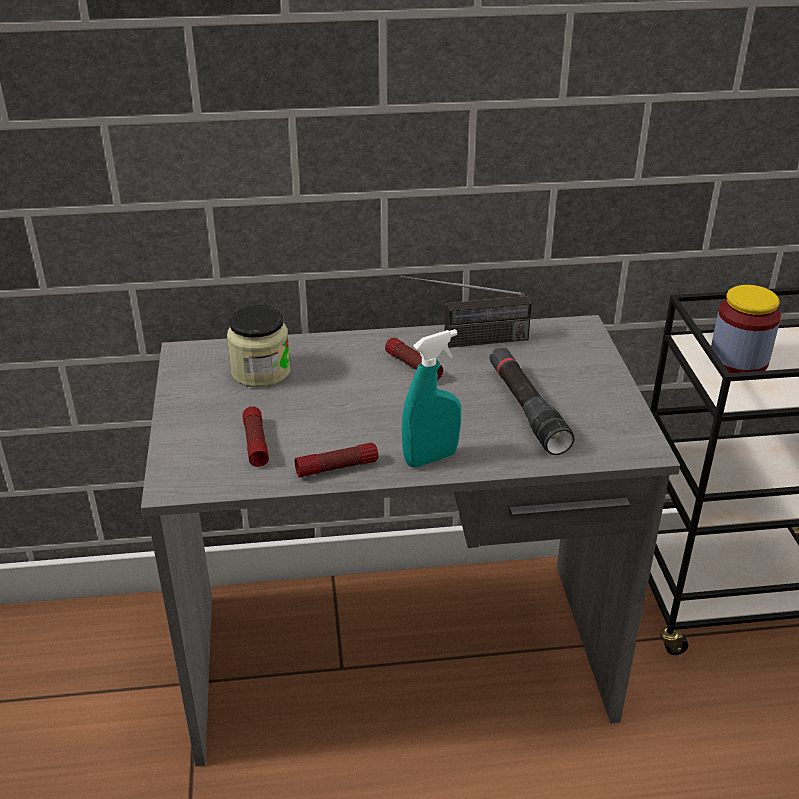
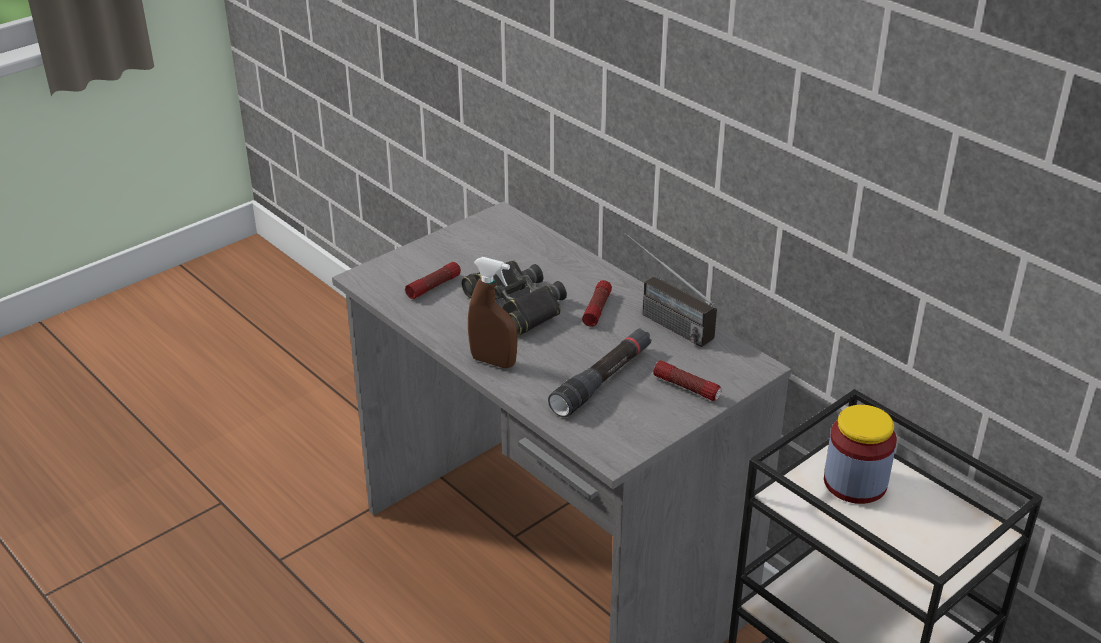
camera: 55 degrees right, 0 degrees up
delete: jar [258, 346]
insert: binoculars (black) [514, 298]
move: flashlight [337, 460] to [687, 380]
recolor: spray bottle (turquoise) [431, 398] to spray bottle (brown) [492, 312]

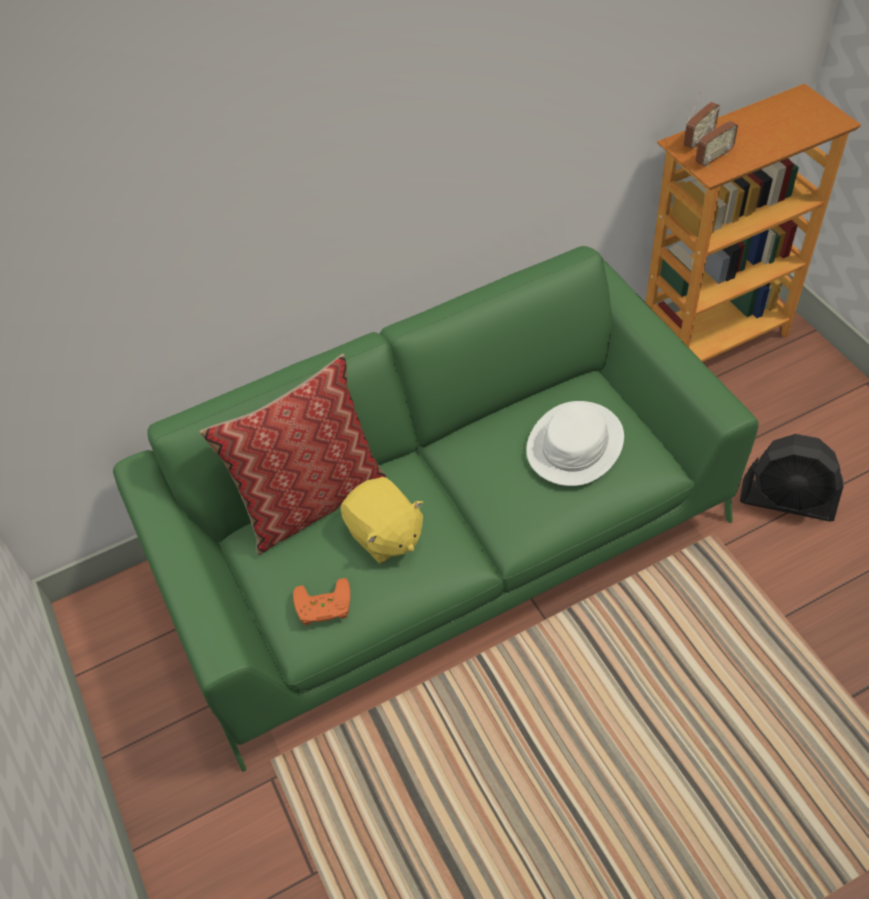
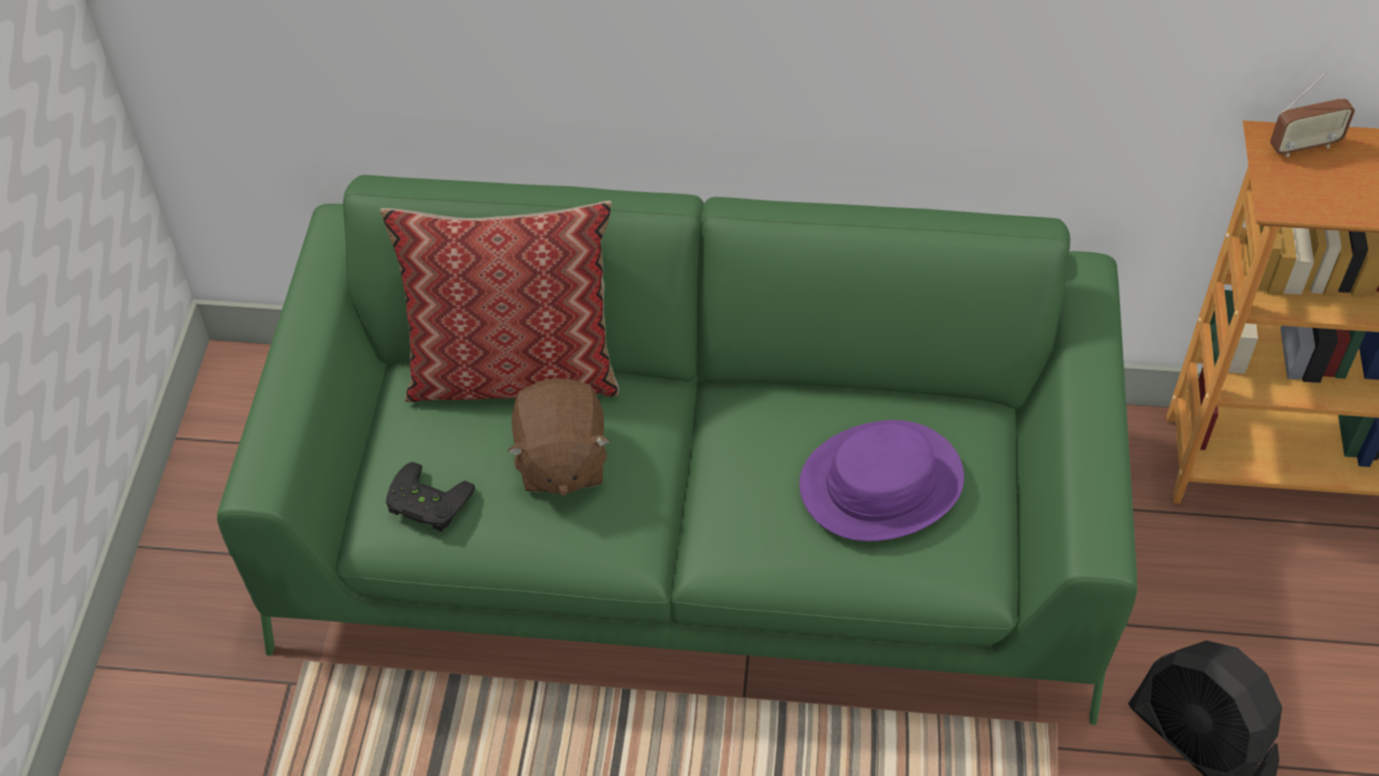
camera: 30 degrees right, 0 degrees up
delete: radio [717, 136]
recolor: game controller (orange) [321, 601] to game controller (black) [430, 497]; plush toy (yellow) [382, 520] to plush toy (brown) [559, 437]; hat (white) [575, 443] to hat (purple) [881, 480]

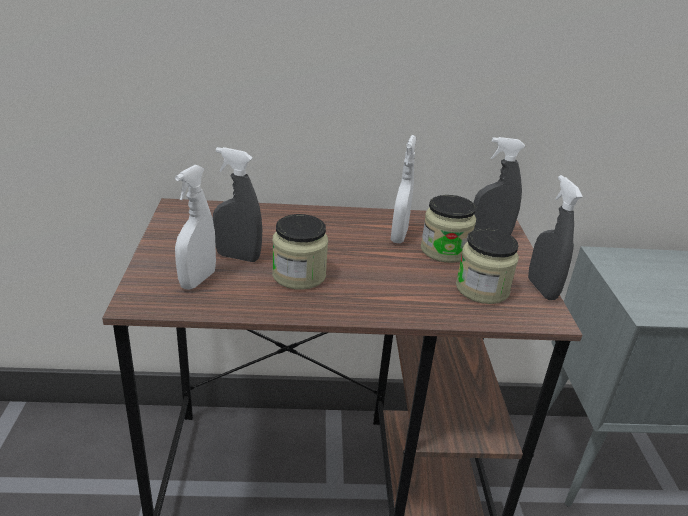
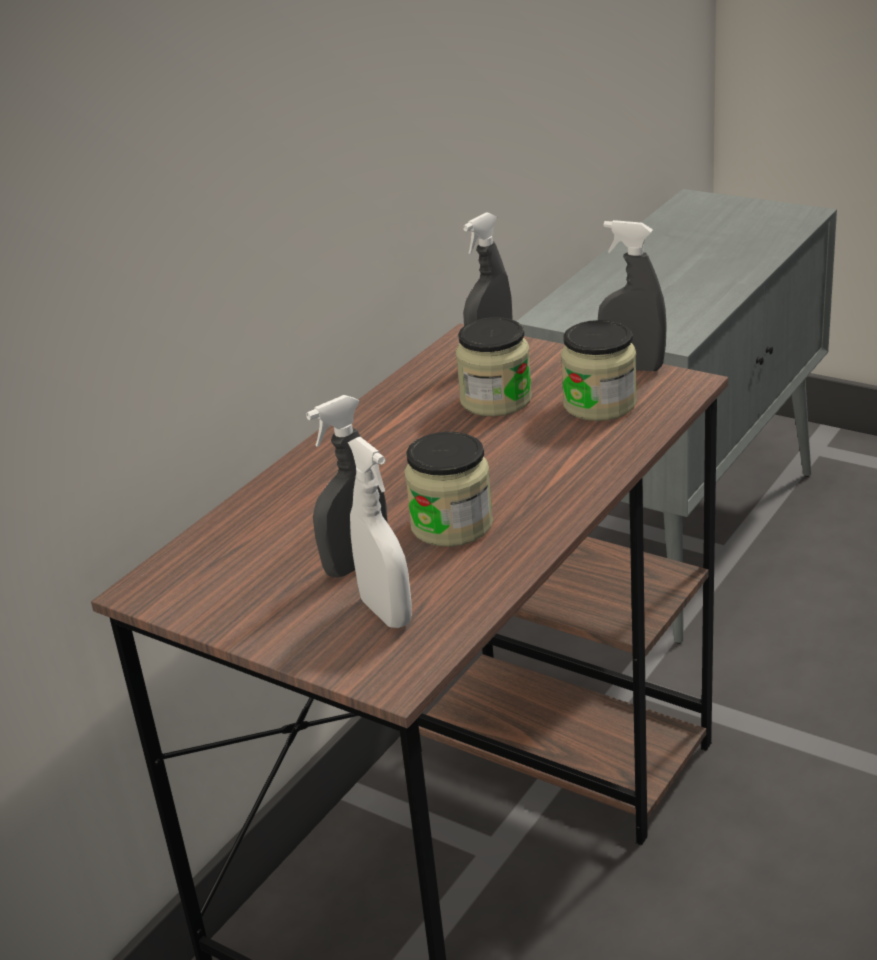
camera: 50 degrees left, 0 degrees up
delete: spray bottle (white) [404, 189]

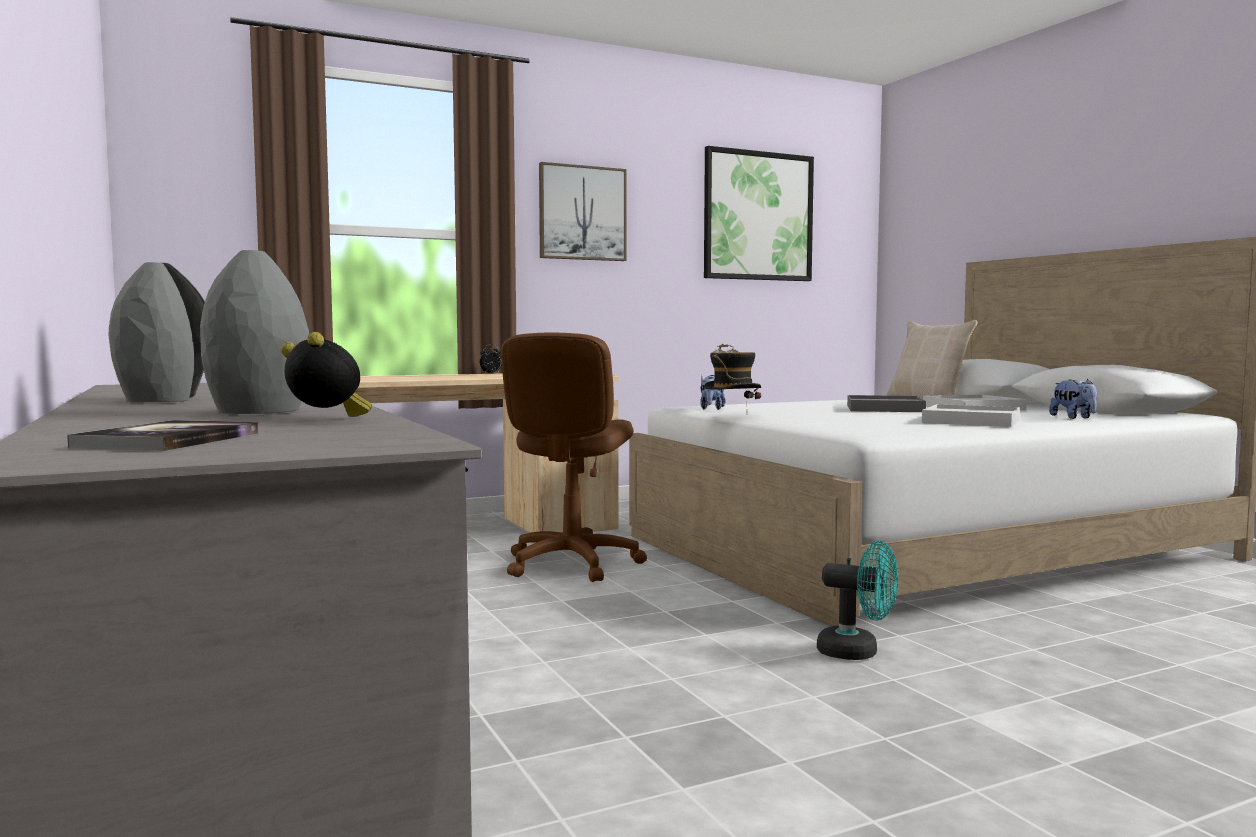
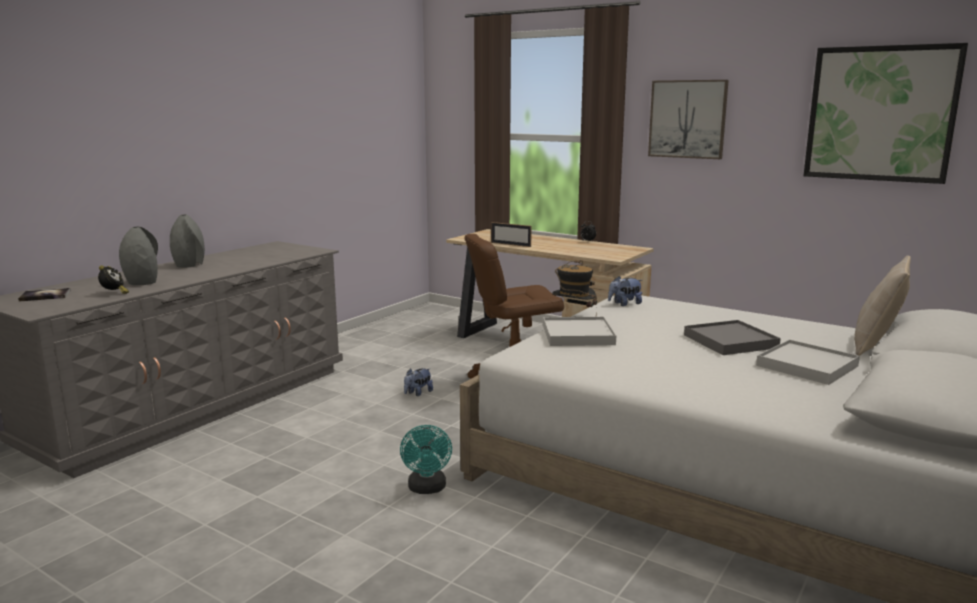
camera: 60 degrees right, 10 degrees up
insert: picture frame [511, 234]
move: tray (white) [971, 415] to [579, 331]; plush toy [1073, 399] to [418, 382]

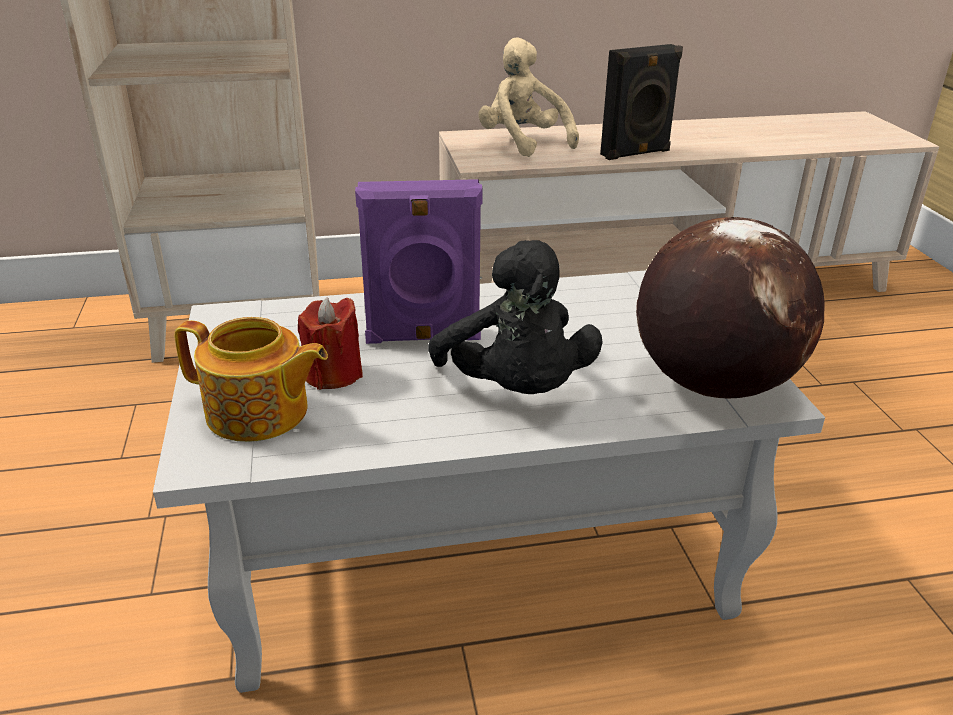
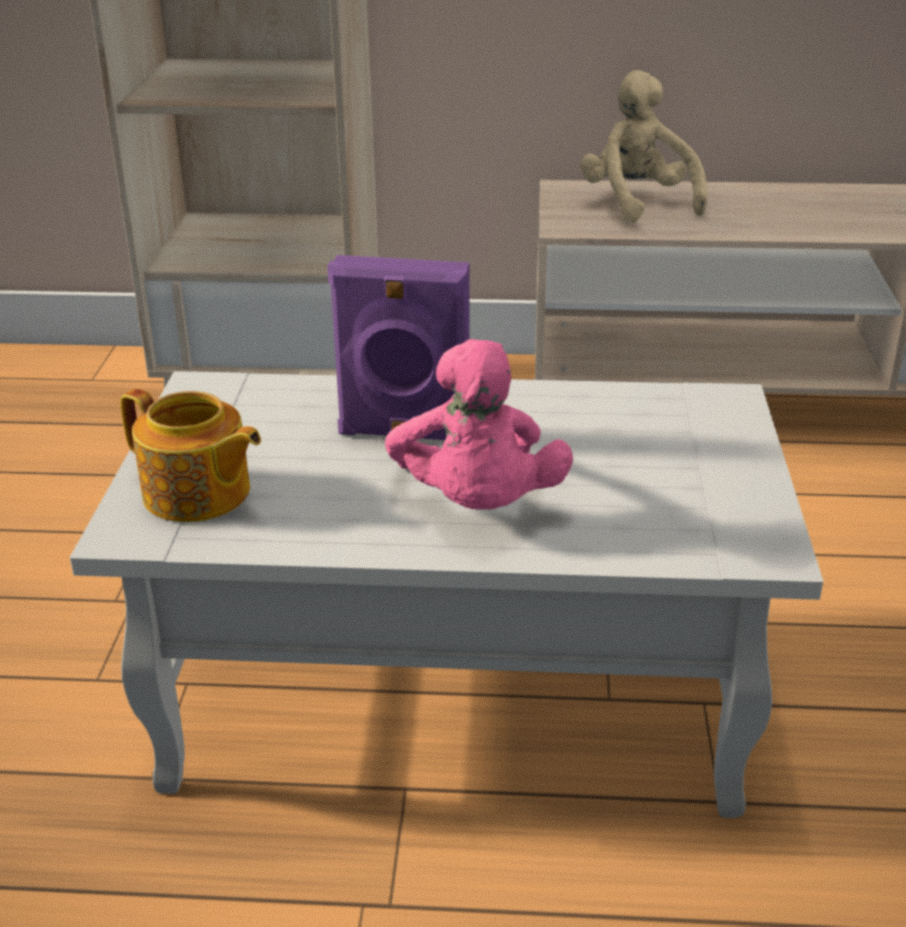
camera: 15 degrees right, 0 degrees up
delete: candle (red) [330, 344]; speaker (black) [641, 102]; globe [730, 307]
recolor: plush toy (black) [515, 317] to plush toy (pink) [479, 424]

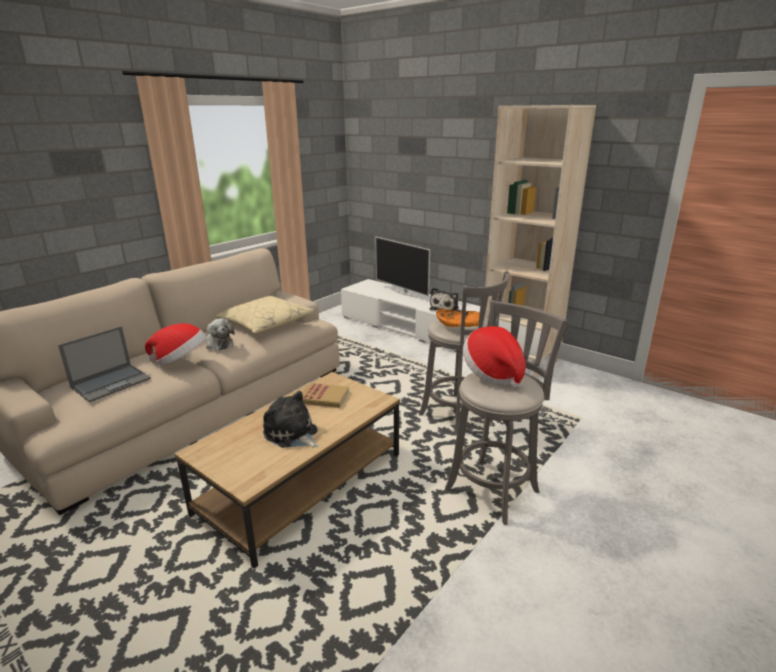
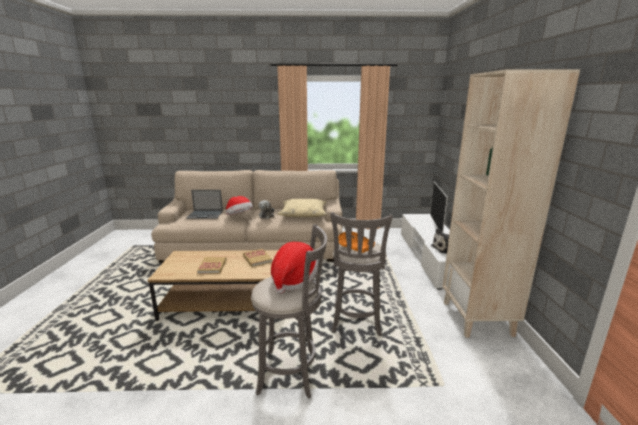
camera: 50 degrees right, 5 degrees down
replace: plush toy [291, 419] to book [212, 265]

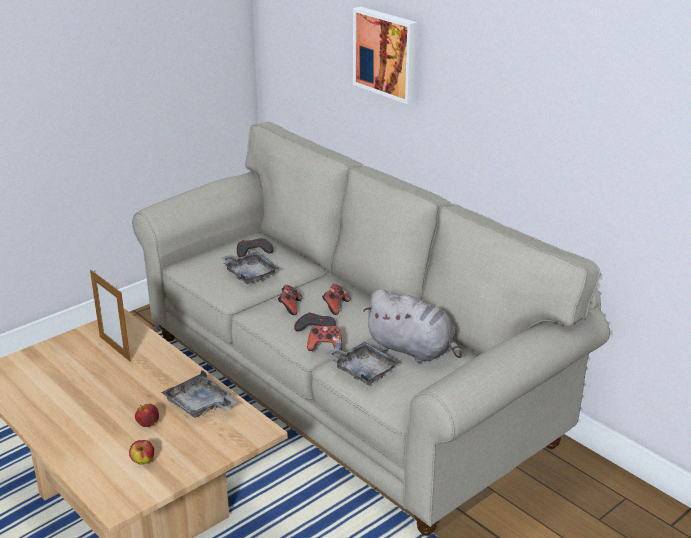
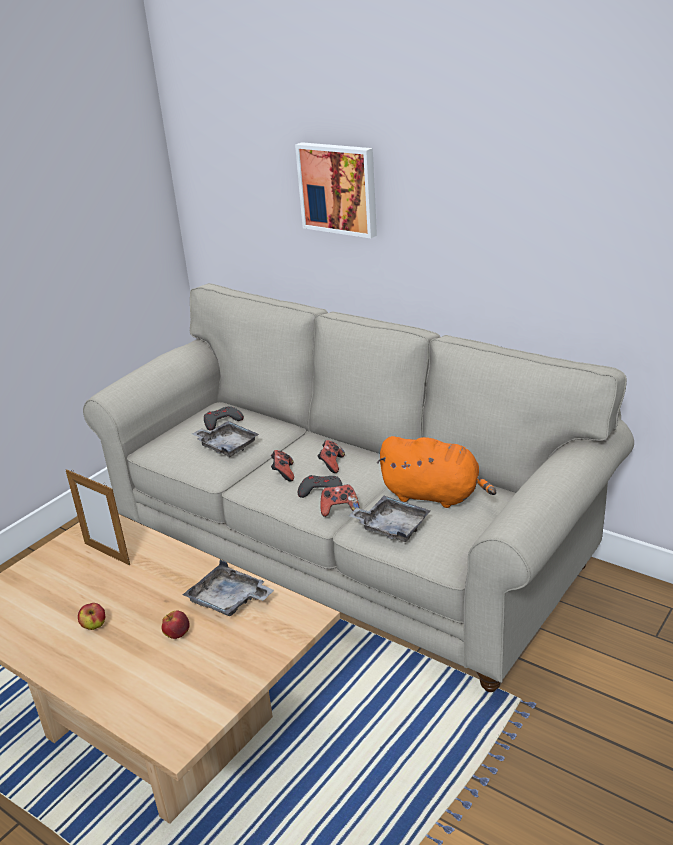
camera: 10 degrees left, 0 degrees up
move: apple [141, 452] to [91, 616]
recolor: plush toy (grey) [412, 326] to plush toy (orange) [436, 472]

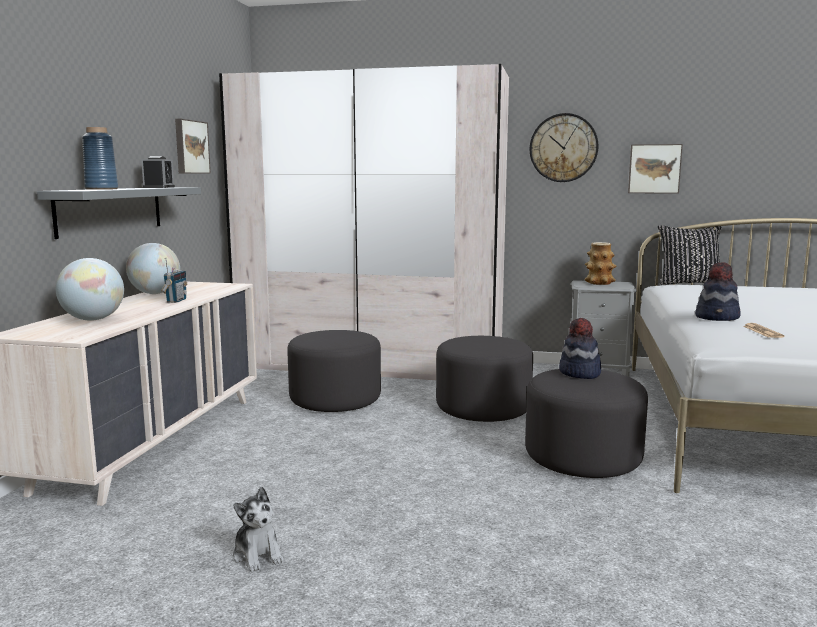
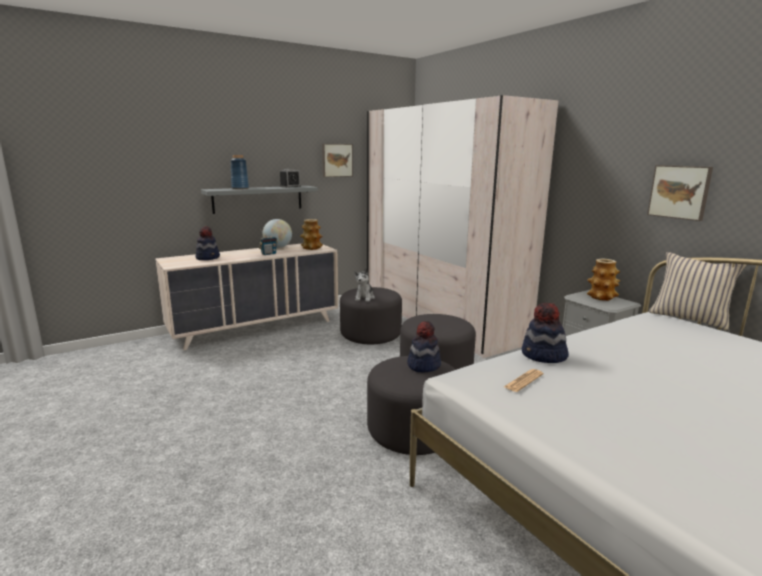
camera: 45 degrees right, 5 degrees up
delete: wall clock [564, 147]
insert: vase [311, 234]
move: plush toy [258, 529] to [364, 285]
replace: globe [90, 289] to hat [208, 243]
recolor: pillow (black) [690, 255] to pillow (beige) [698, 291]

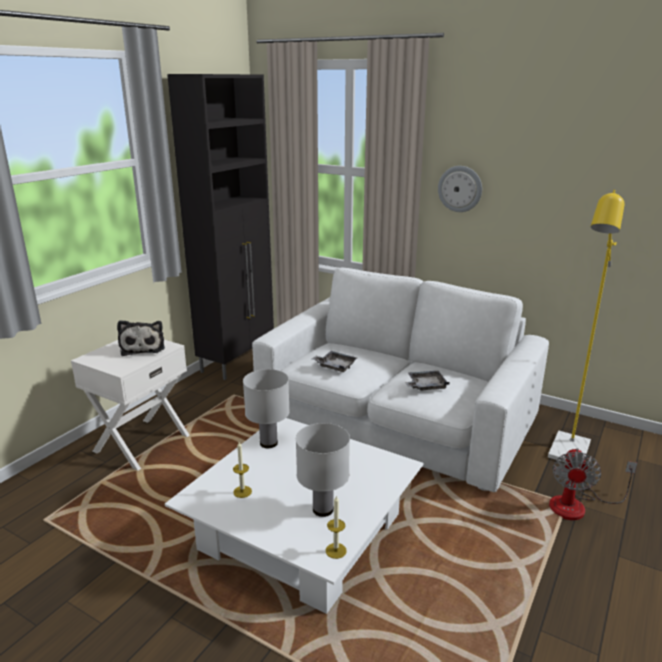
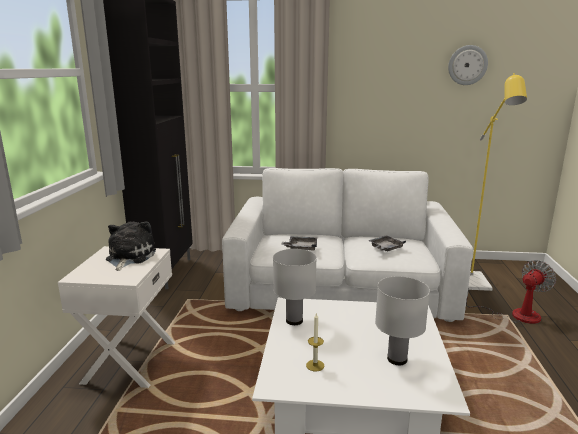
camera: 25 degrees left, 5 degrees down
delete: candle [336, 527]
move: wall clock [460, 189] to [468, 65]
rotate: plush toy [141, 338] = [131, 246] 135 degrees counterclockwise; fan [593, 484] = [511, 292] 120 degrees counterclockwise

